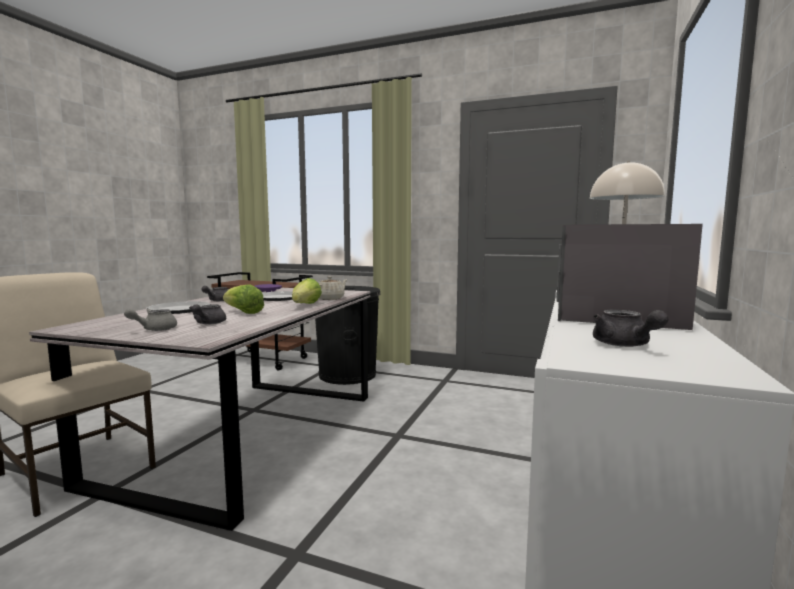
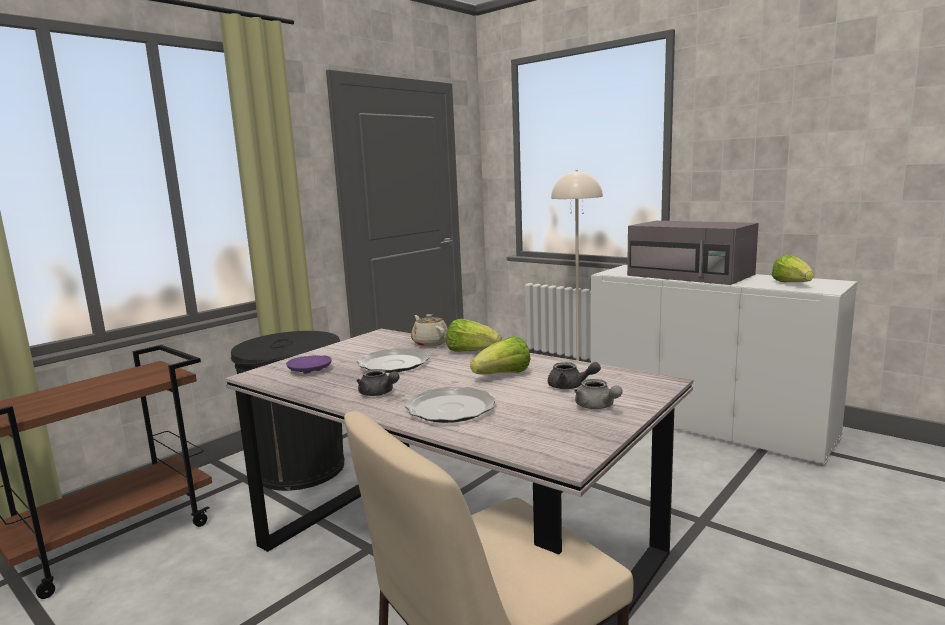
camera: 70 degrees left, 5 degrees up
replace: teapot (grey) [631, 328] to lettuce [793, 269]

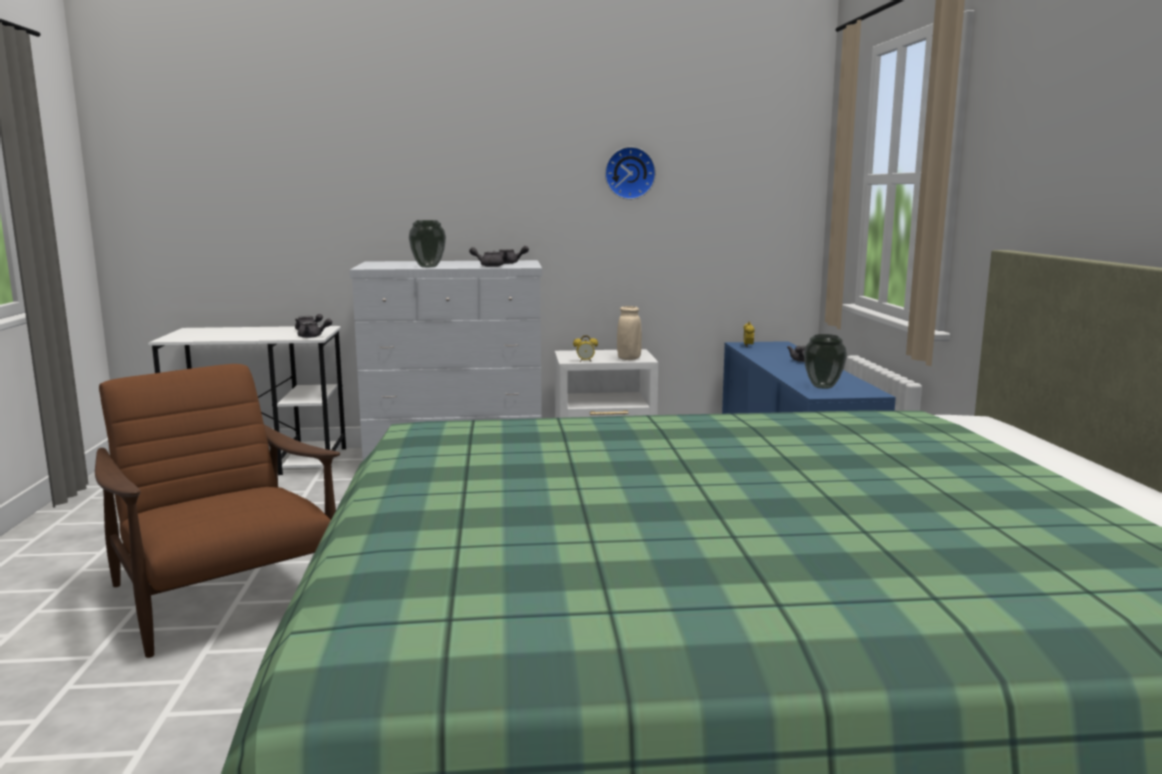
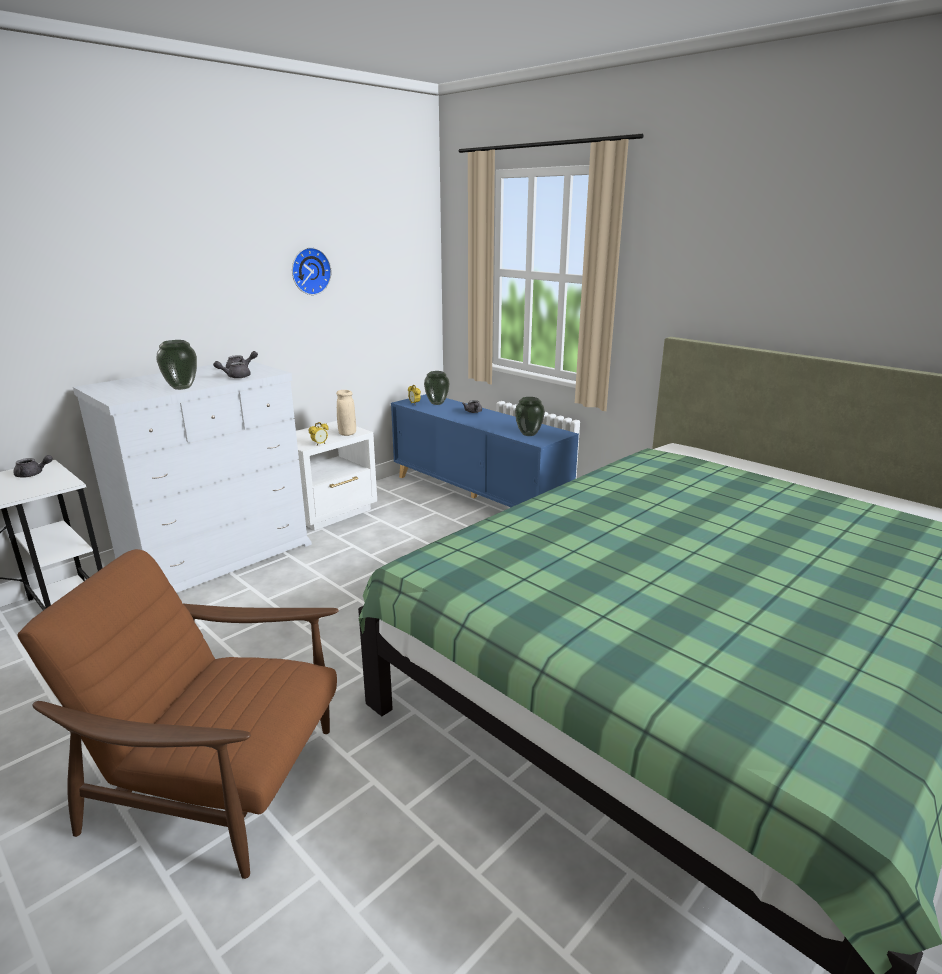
camera: 40 degrees left, 10 degrees up
delete: teapot (grey) [314, 328]
insert: vase [437, 388]

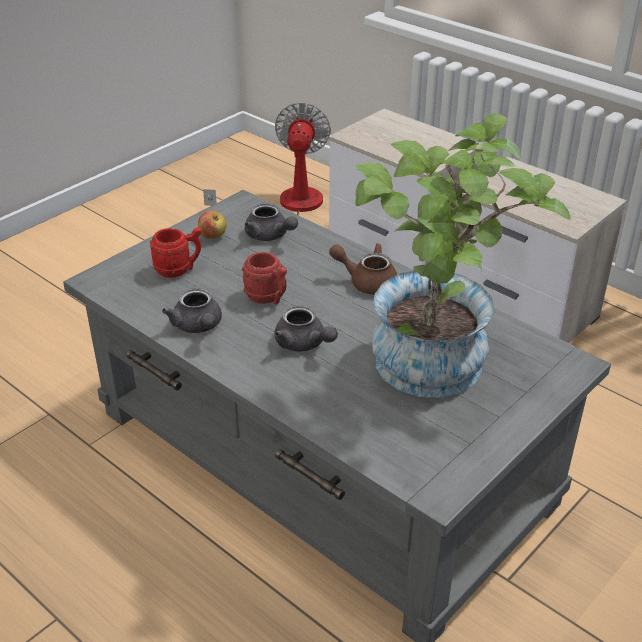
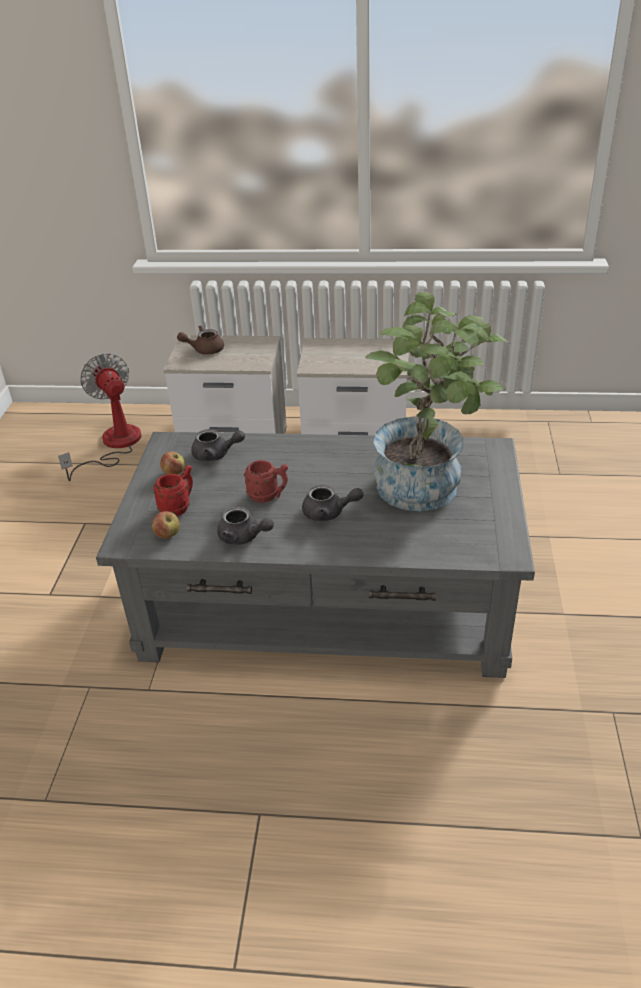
camera: 35 degrees left, 0 degrees up
insert: apple [166, 524]
move: teapot (brown) [363, 268] to [200, 340]

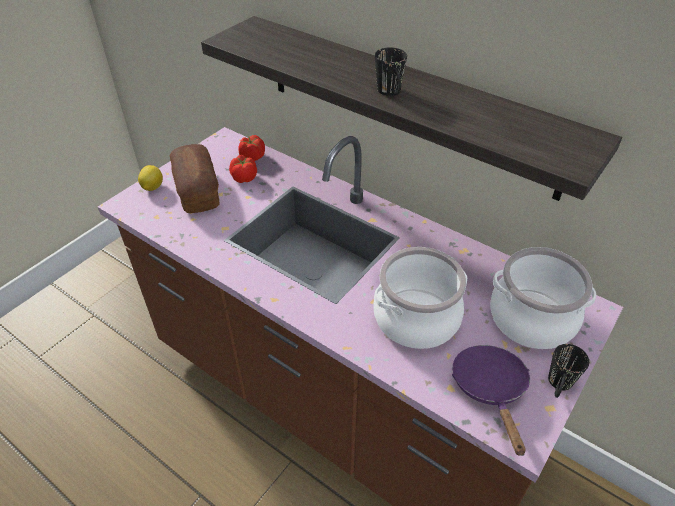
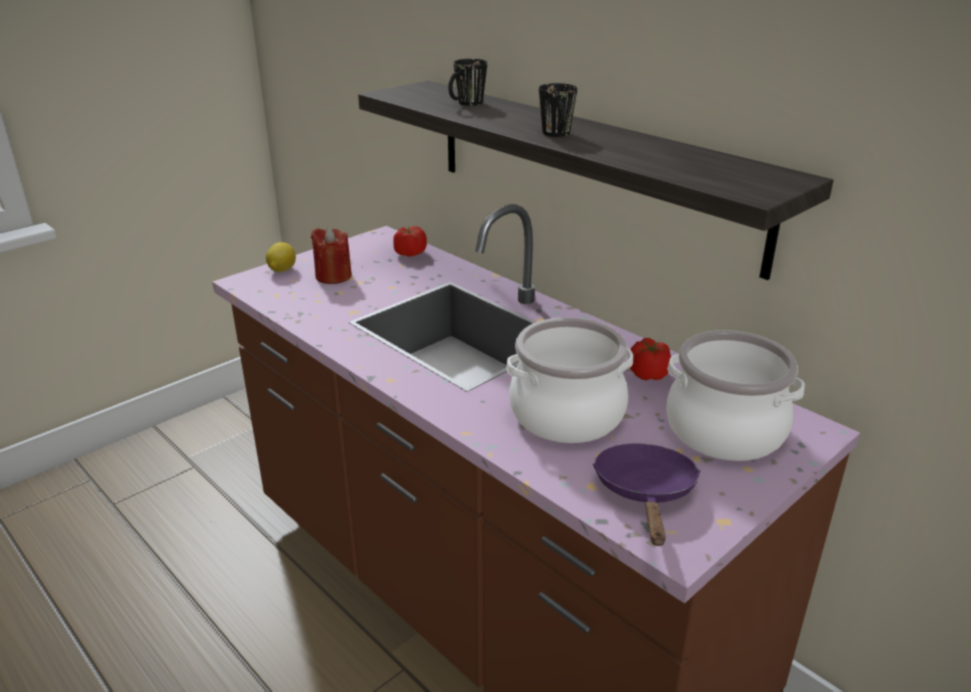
camera: 10 degrees right, 15 degrees down
move: tomato [243, 169] to [650, 359]; mug (black) [568, 371] to [467, 82]
replace: bread [194, 178] to candle (red) [331, 255]

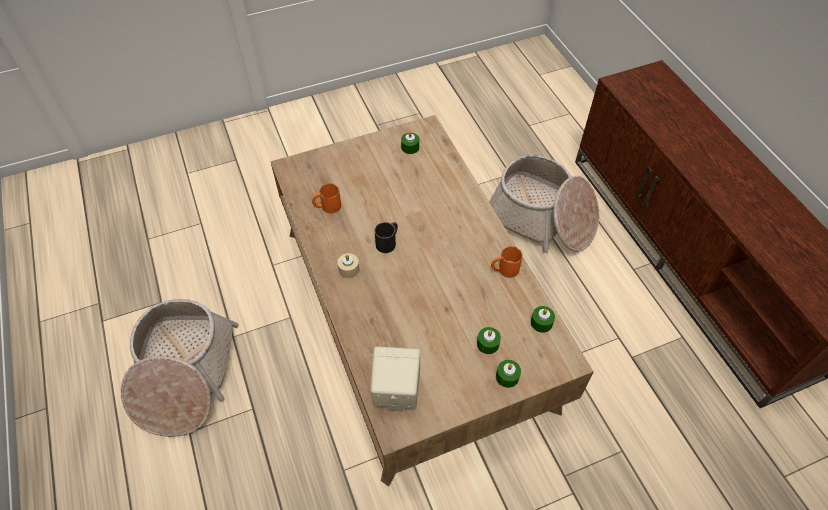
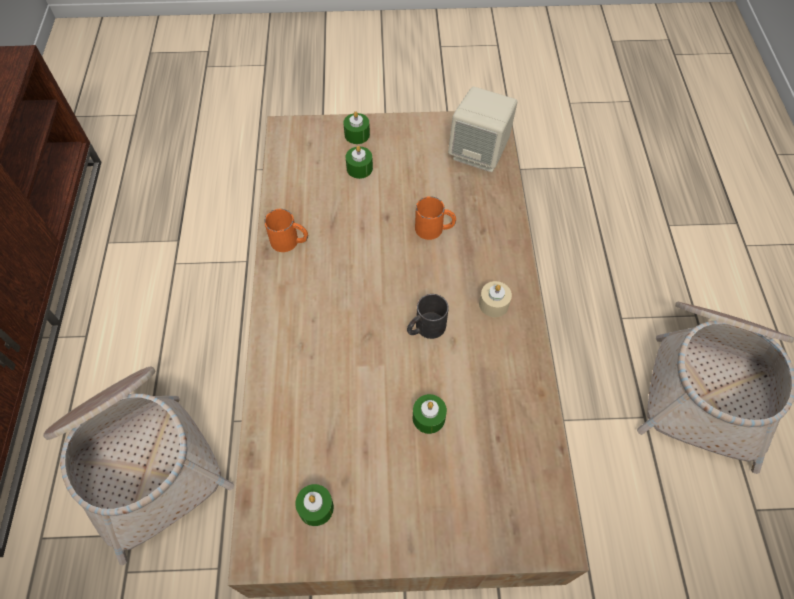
camera: 160 degrees left, 5 degrees up
move: mug (orange) [326, 198] to [435, 218]; candle (green) [543, 319] to [430, 414]

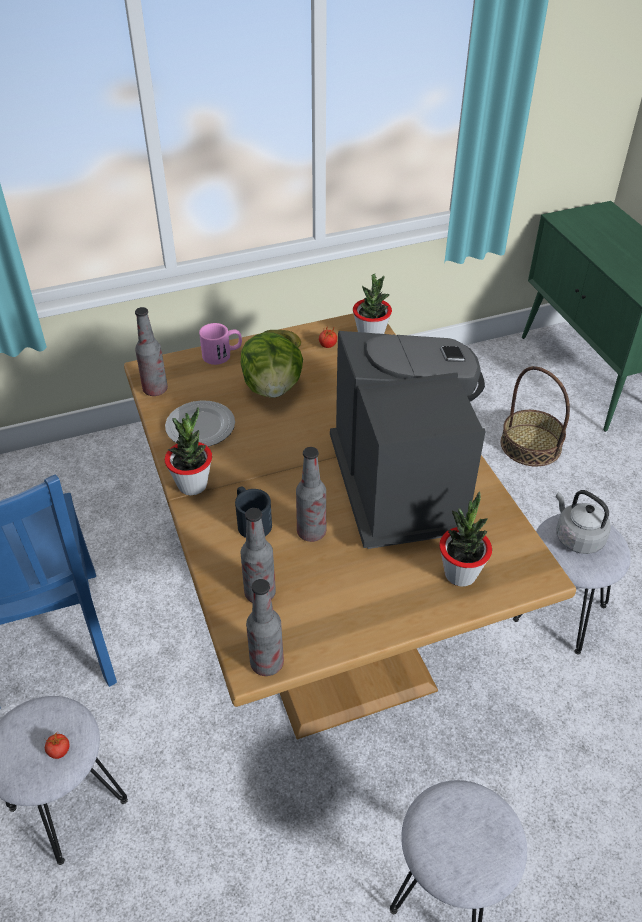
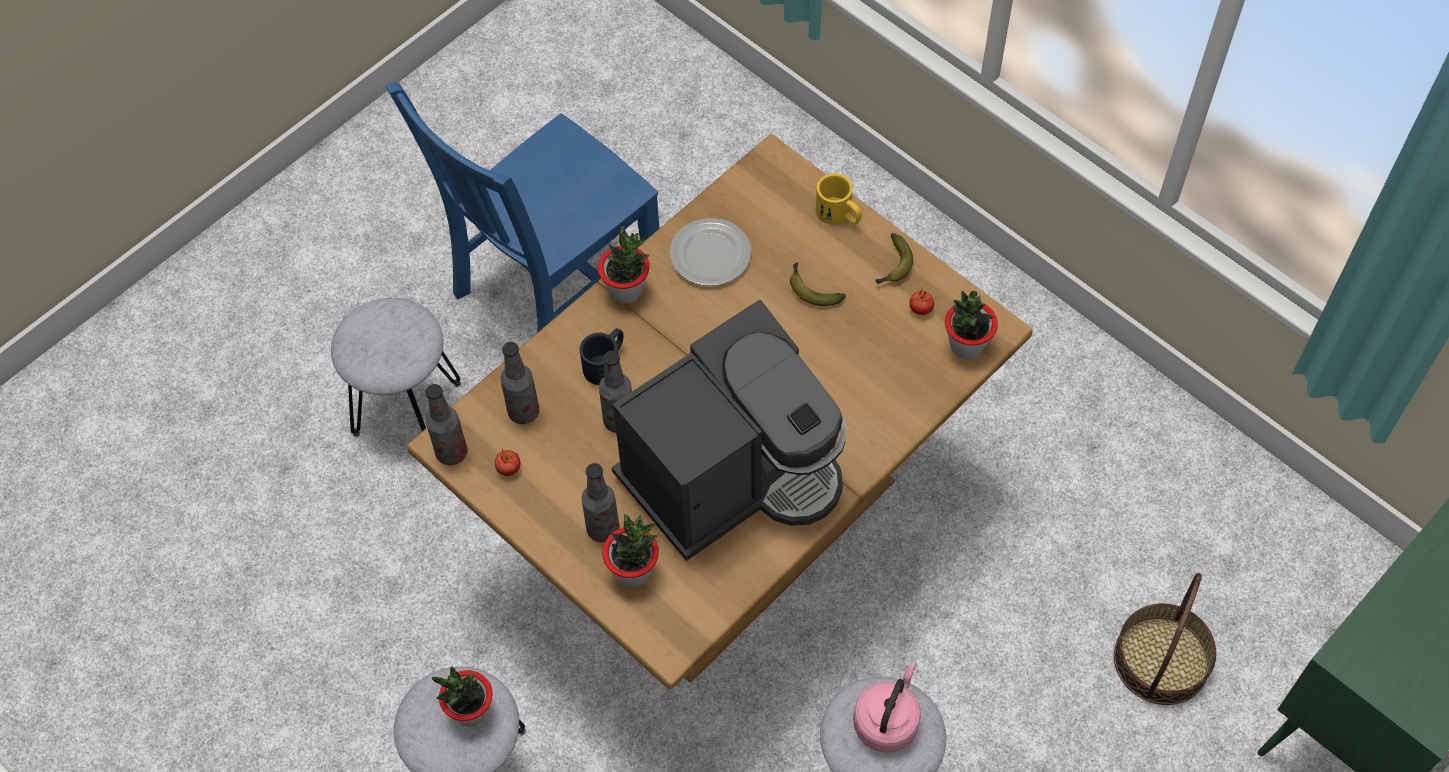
camera: 65 degrees right, 15 degrees up
insert: potted plant [462, 697]
move: tomato [57, 745] to [508, 462]; bottle [151, 351] to [600, 502]
replace: lettuce [272, 365] to banana [818, 284]
recolor: mug (pink) [220, 344] to mug (yellow) [839, 199]; kettle (grey) [583, 522] to kettle (pink) [887, 709]

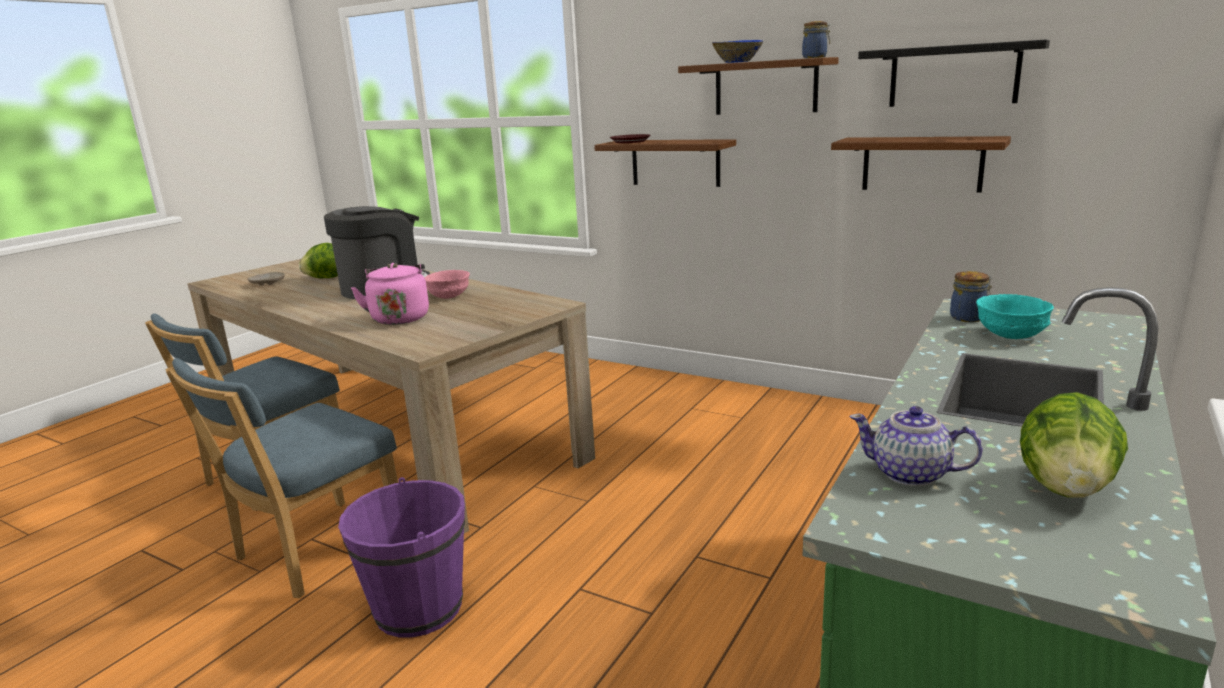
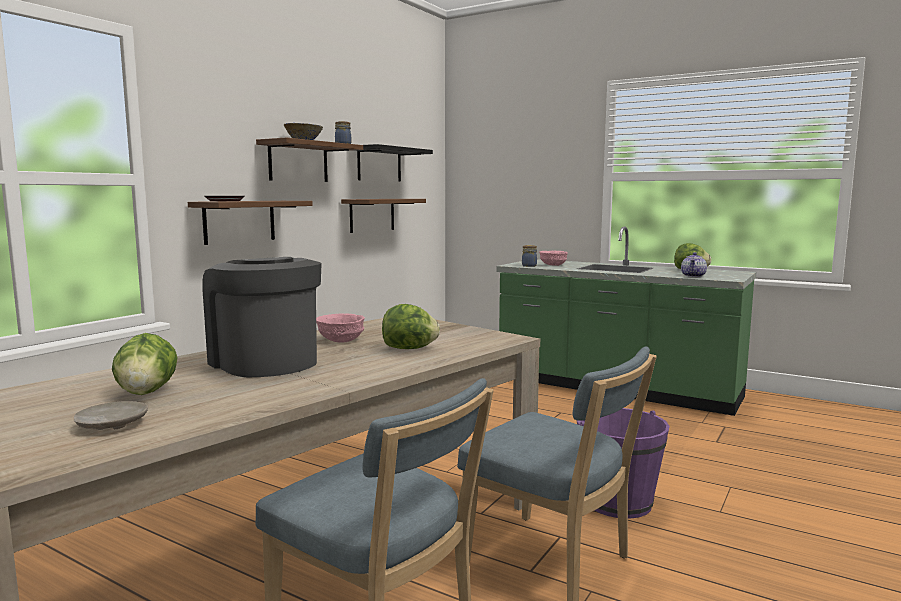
camera: 90 degrees left, 10 degrees down
replace: kettle (pink) [390, 294] to lettuce [411, 326]
recolor: bowl (turquoise) [1015, 316] to bowl (pink) [553, 258]

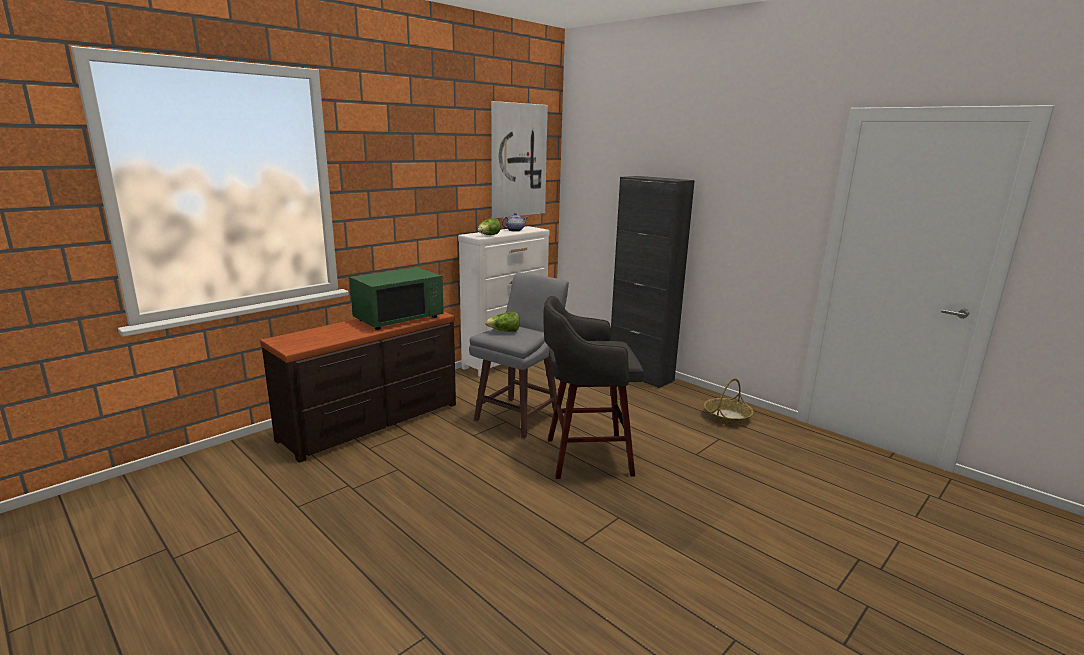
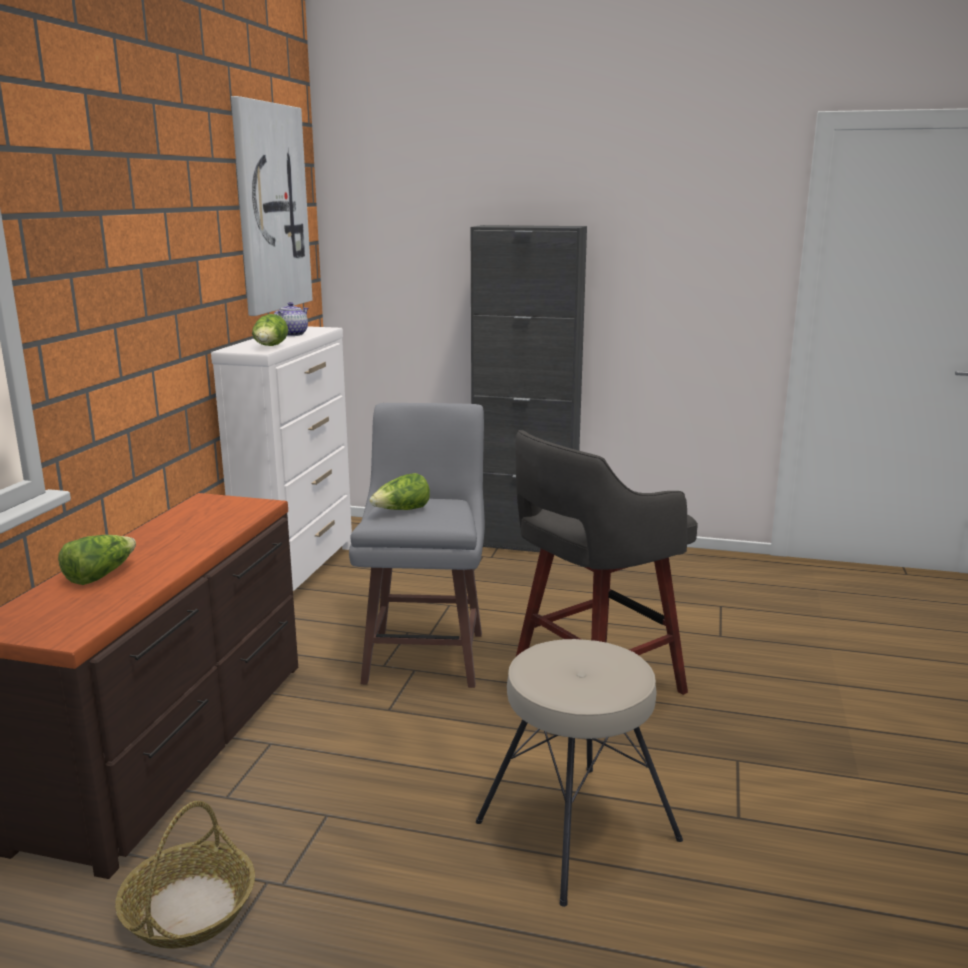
camera: 30 degrees left, 0 degrees up
delete: microwave (green) [397, 298]
insert: lettuce [97, 560]; stool (beige) [579, 773]
move: basket [729, 401] to [185, 875]

